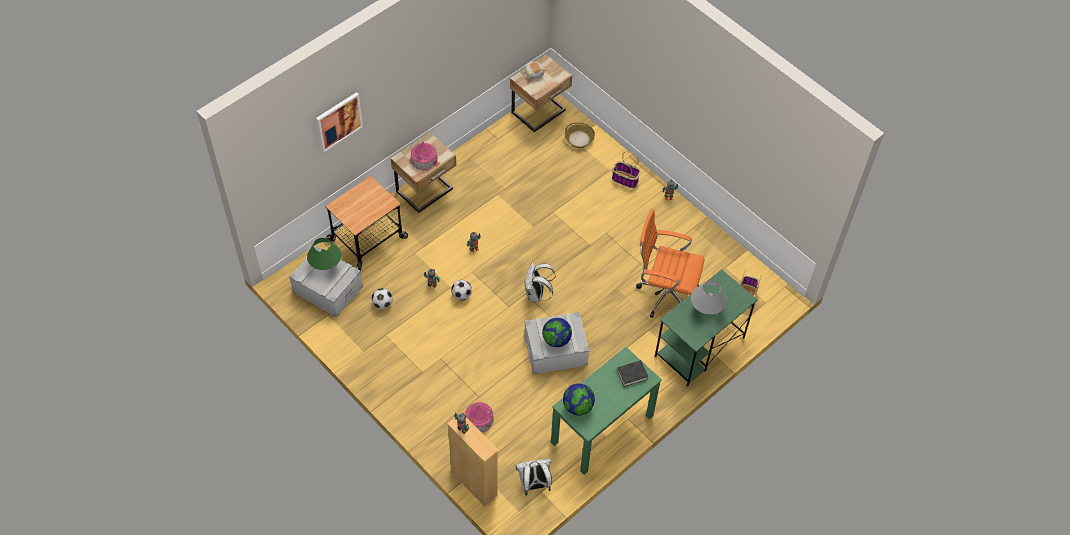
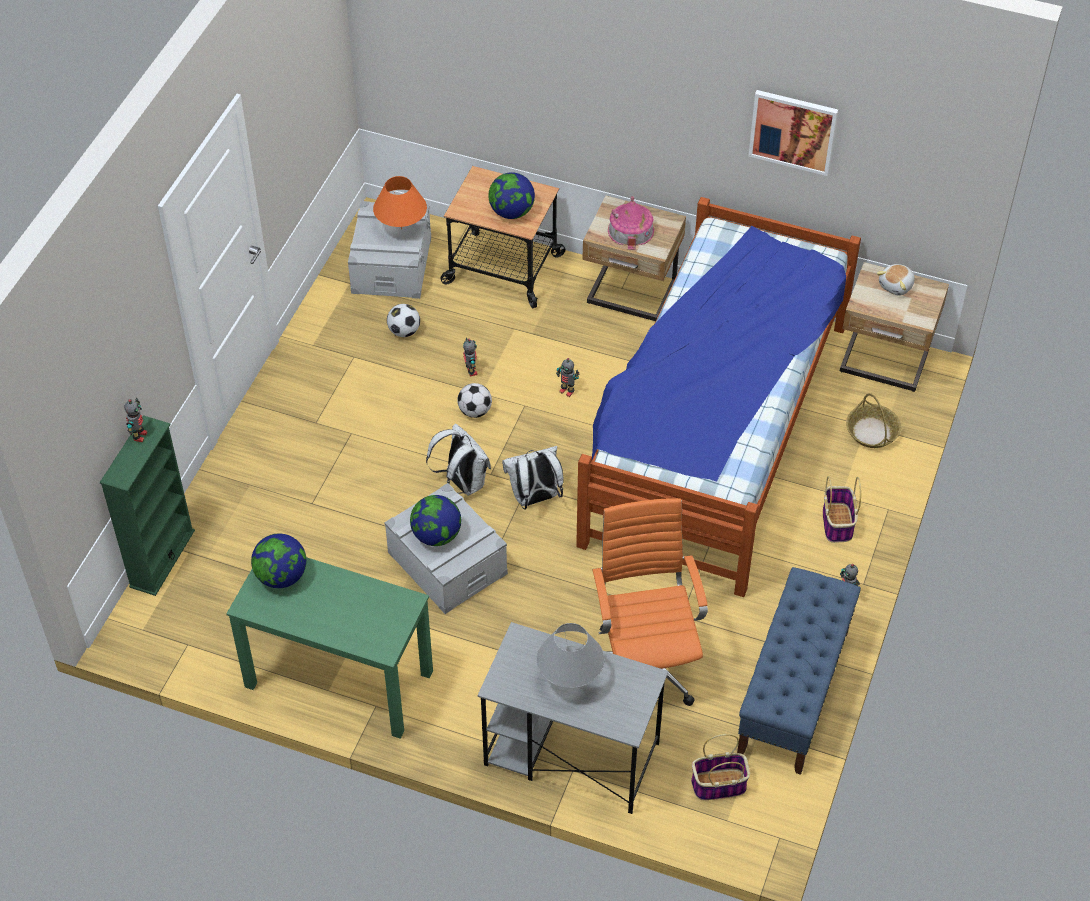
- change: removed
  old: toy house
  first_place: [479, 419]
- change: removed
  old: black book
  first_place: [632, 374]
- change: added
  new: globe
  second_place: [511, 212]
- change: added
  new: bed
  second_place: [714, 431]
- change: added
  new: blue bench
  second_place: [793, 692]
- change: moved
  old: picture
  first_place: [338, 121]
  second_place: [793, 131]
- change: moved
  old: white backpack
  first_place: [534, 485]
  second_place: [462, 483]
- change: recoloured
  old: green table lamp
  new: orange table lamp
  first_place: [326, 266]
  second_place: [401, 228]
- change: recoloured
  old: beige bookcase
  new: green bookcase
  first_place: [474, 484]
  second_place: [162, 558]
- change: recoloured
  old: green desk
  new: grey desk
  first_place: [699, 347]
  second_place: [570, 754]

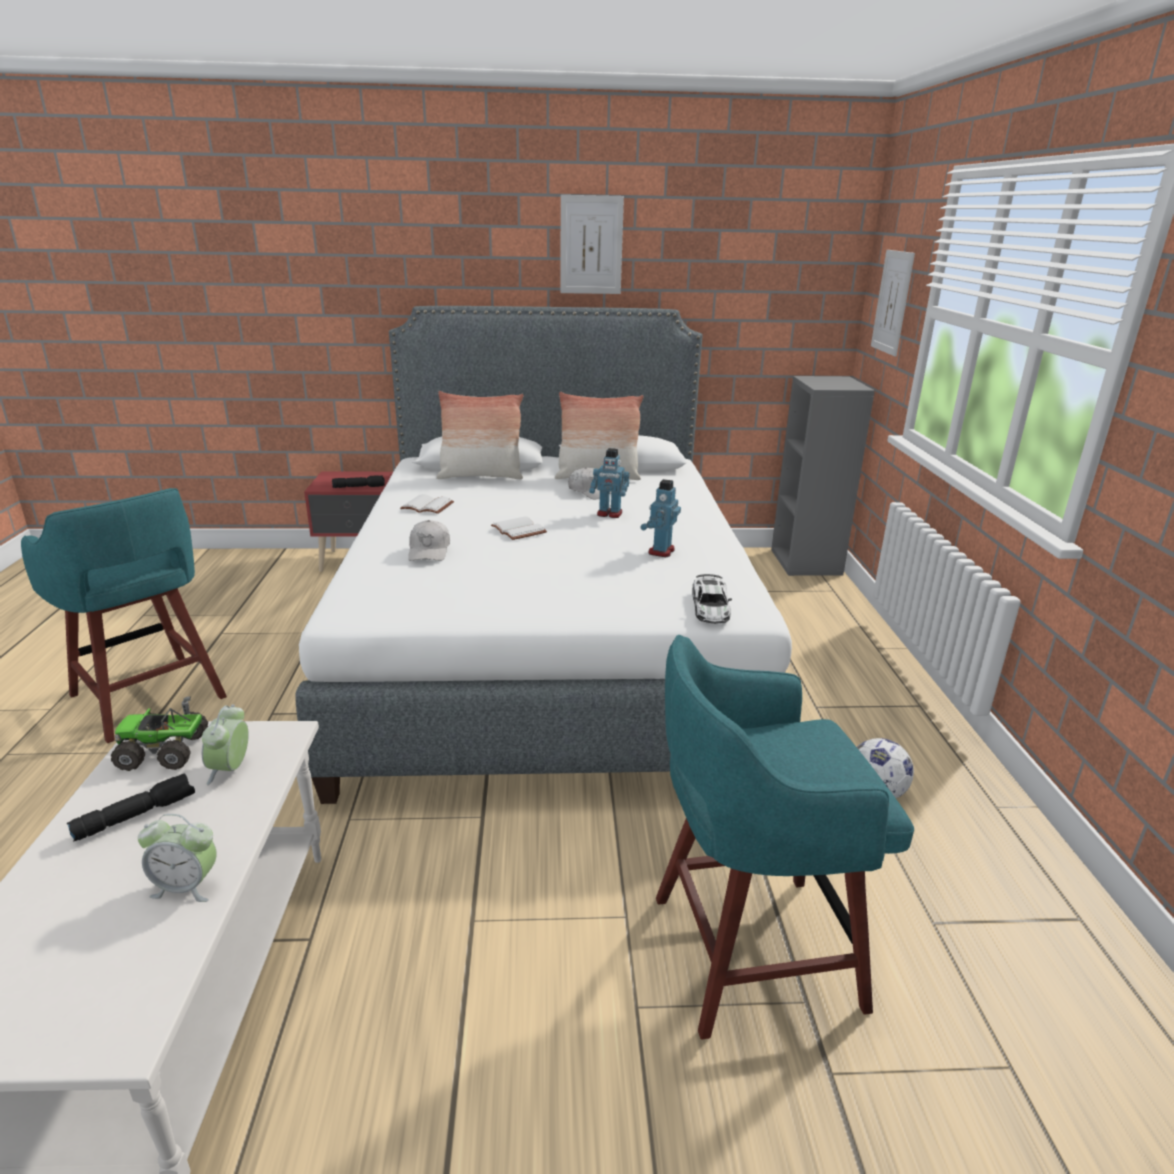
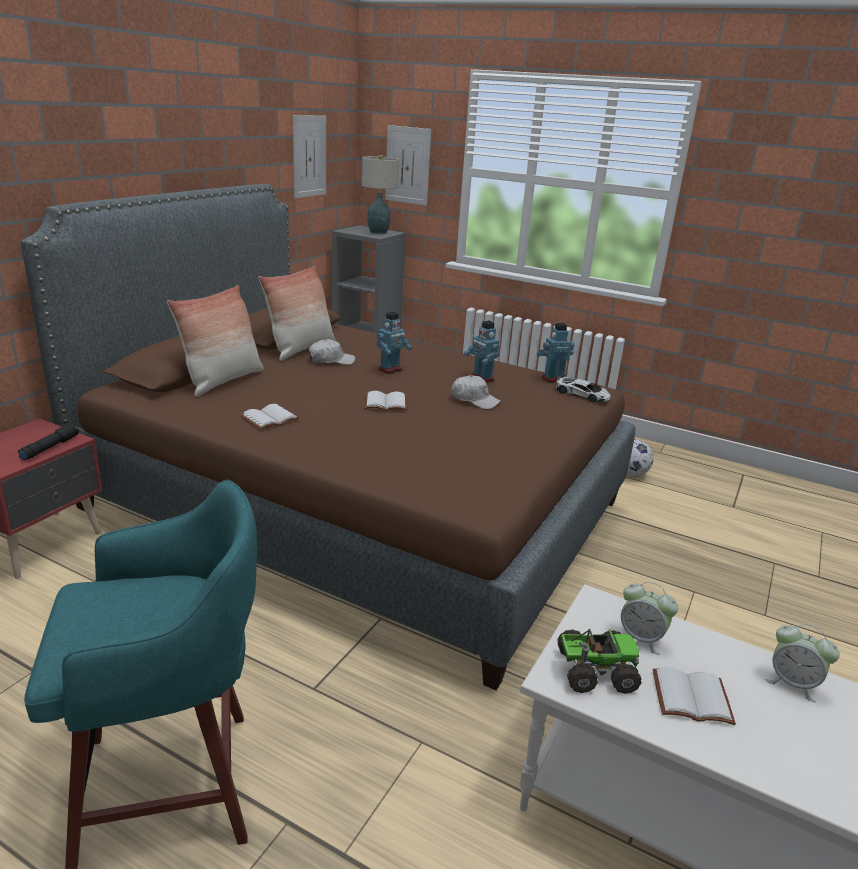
- change: removed
  old: turquoise stool
  first_place: [748, 952]
- change: added
  new: table lamp
  second_place: [377, 232]
- change: added
  new: toy robot
  second_place: [552, 379]
- change: moved
  old: white cap
  first_place: [429, 551]
  second_place: [474, 400]
- change: moved
  old: picture
  first_place: [591, 245]
  second_place: [309, 156]
- change: replaced
  old: black flashlight
  new: white book
  first_place: [136, 815]
  second_place: [690, 699]
- change: recoloured
  old: white bed
  new: brown bed
  first_place: [547, 642]
  second_place: [356, 504]
- change: turned
  old: toy truck
  first_place: [165, 752]
  second_place: [594, 670]
  degrees: -120
- change: turned
  old: alarm clock
  first_place: [187, 886]
  second_place: [792, 683]
  degrees: 90

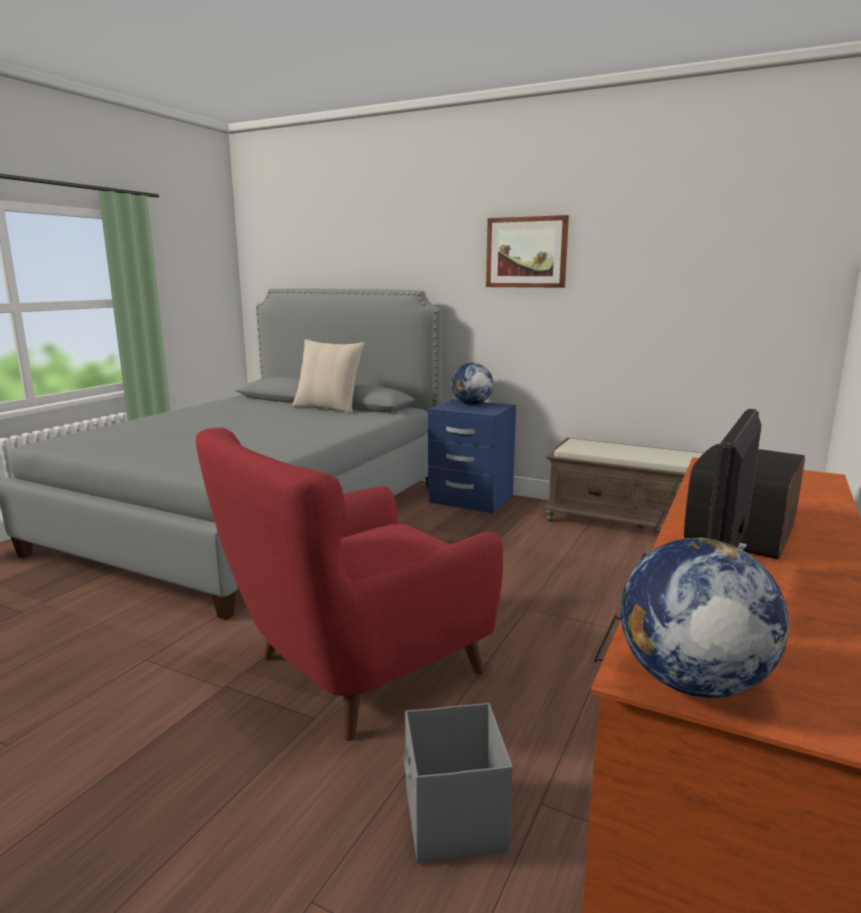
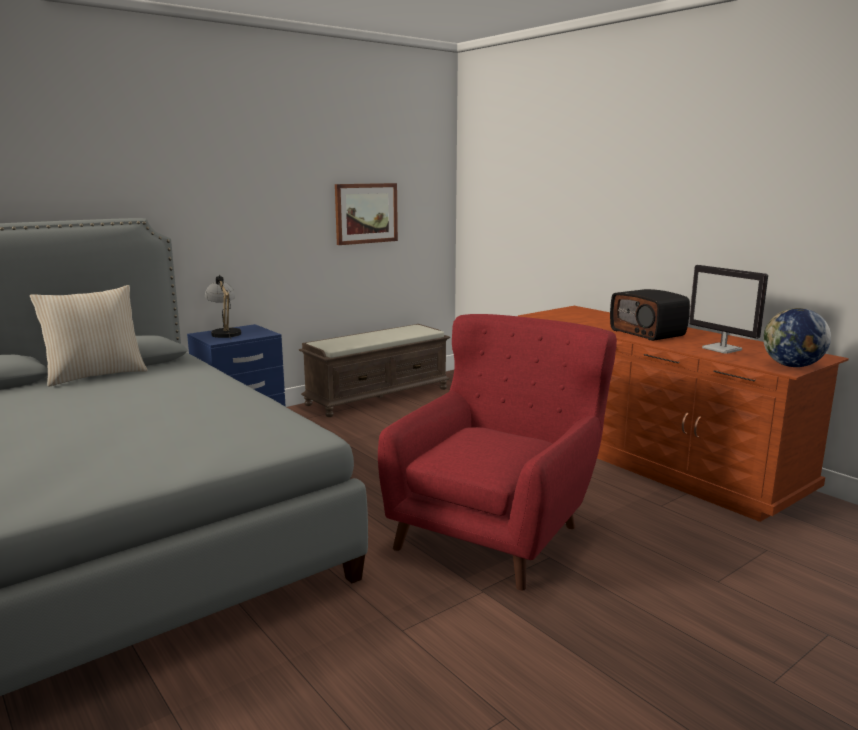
- change: removed
  old: grey storage box
  first_place: [454, 821]
- change: moved
  old: picture
  first_place: [526, 252]
  second_place: [366, 213]
- change: replaced
  old: globe
  new: table lamp
  first_place: [471, 404]
  second_place: [224, 332]
- change: turned
  old: red armchair
  first_place: [355, 668]
  second_place: [495, 532]
  degrees: -135

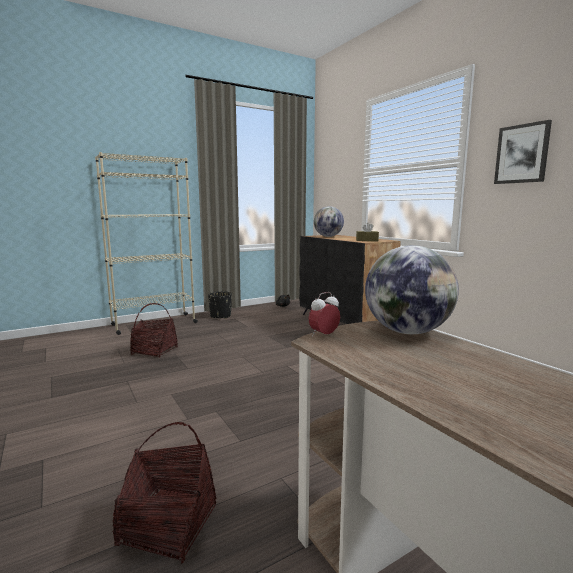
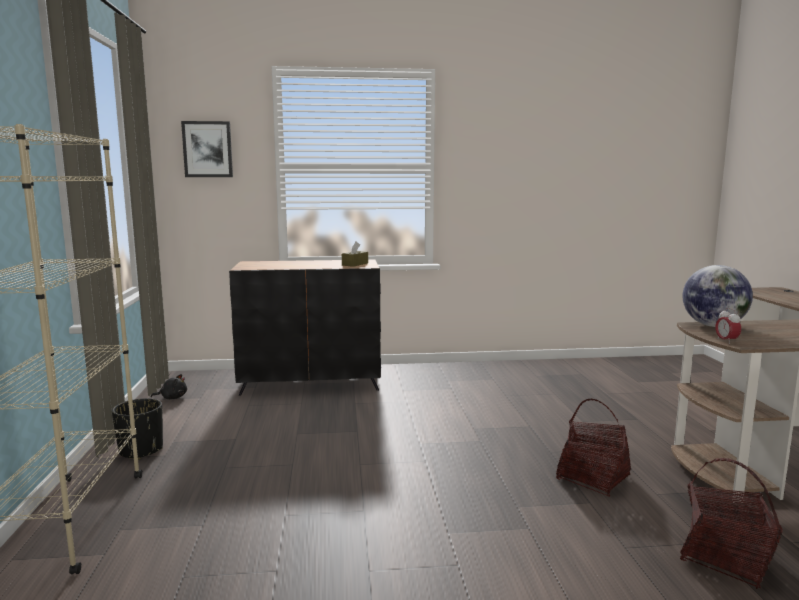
- change: removed
  old: globe
  first_place: [328, 236]
- change: moved
  old: basket
  first_place: [155, 351]
  second_place: [593, 477]
- change: moved
  old: picture
  first_place: [522, 154]
  second_place: [207, 149]

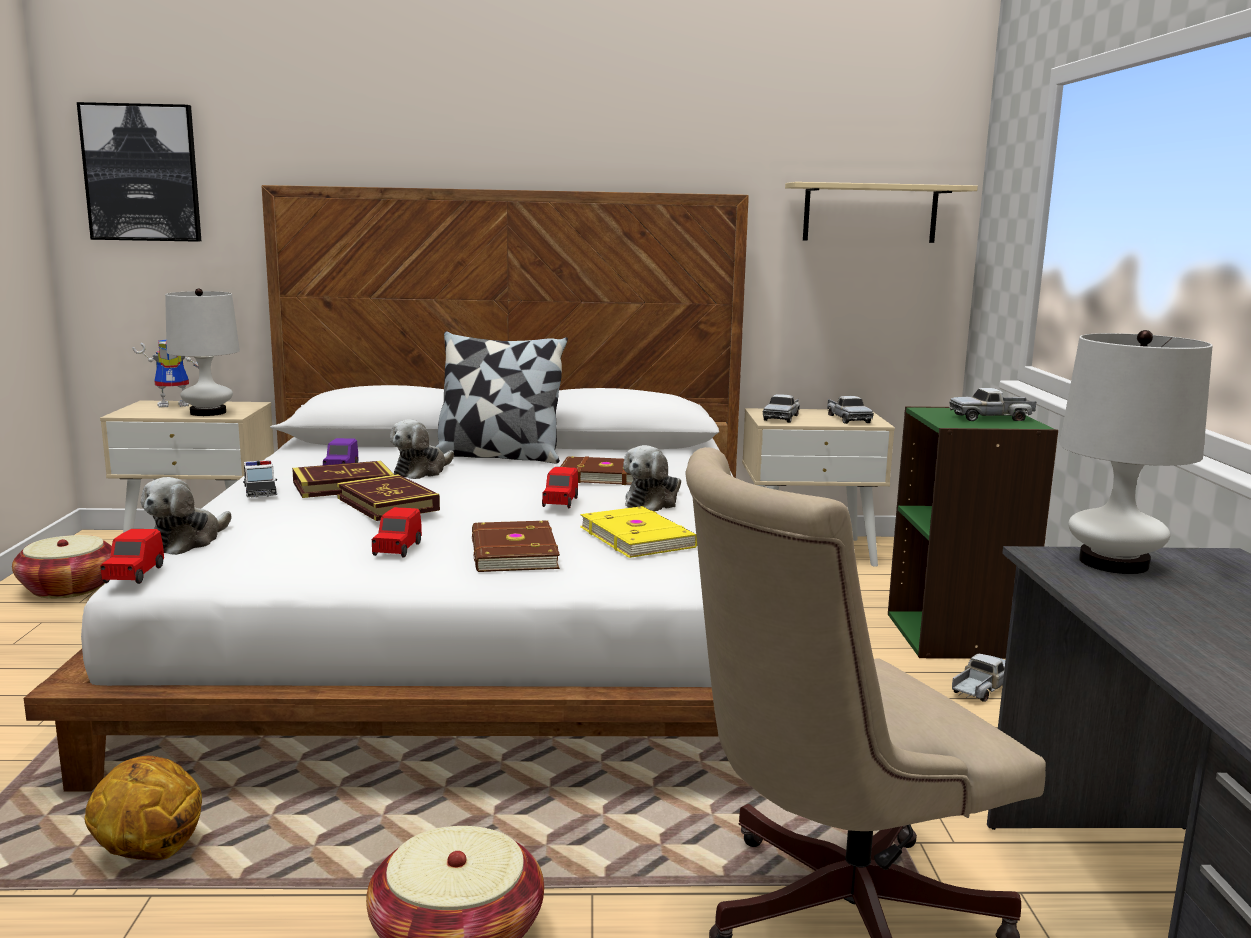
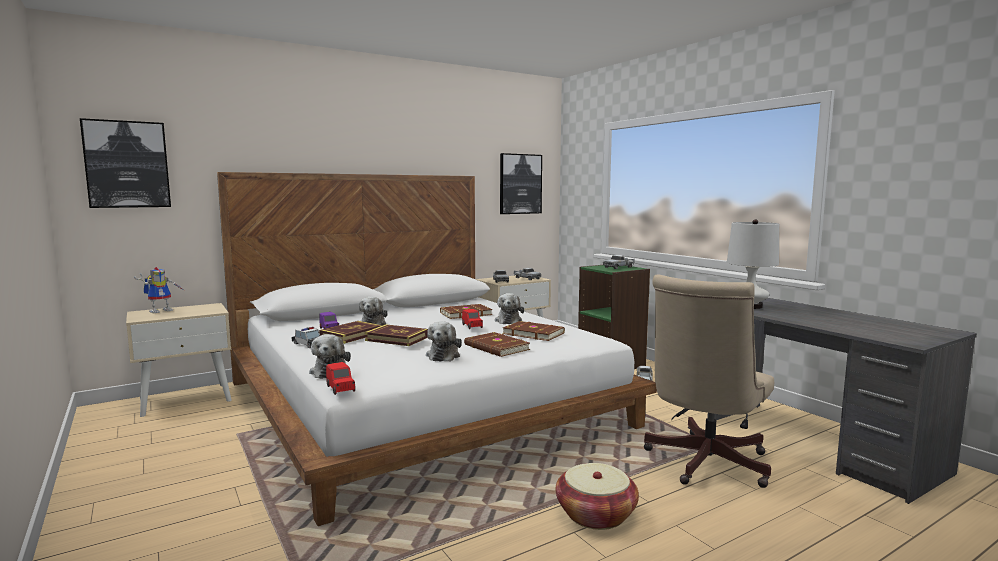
- change: removed
  old: basket
  first_place: [68, 588]
- change: removed
  old: basketball
  first_place: [148, 853]
- change: removed
  old: white table lamp
  first_place: [208, 412]
- change: removed
  old: pillow
  first_place: [498, 456]
- change: replaced
  old: red toy car
  new: plush toy
  first_place: [397, 549]
  second_place: [444, 355]
- change: replaced
  old: beige shelf
  new: picture
  first_place: [870, 213]
  second_place: [520, 184]
- change: recoloured
  old: yellow book
  new: brown book
  first_place: [638, 537]
  second_place: [533, 333]

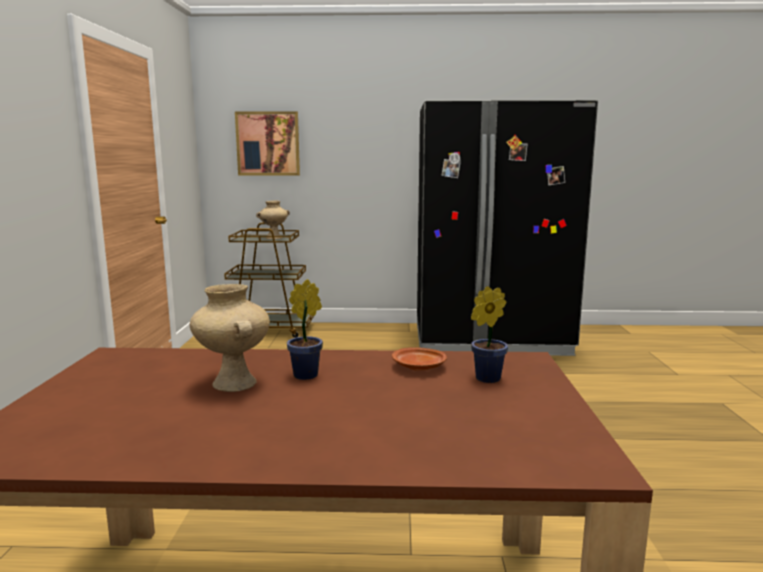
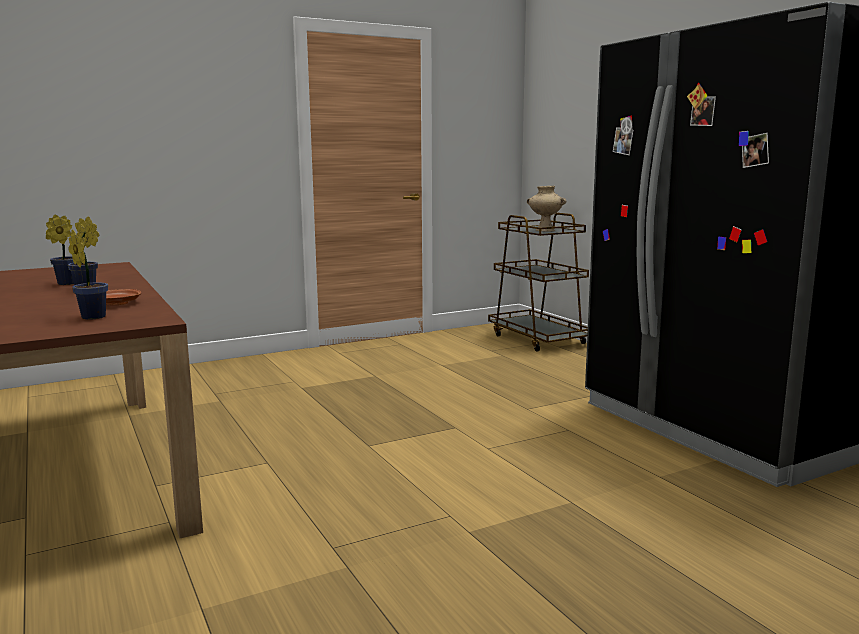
- change: removed
  old: picture
  first_place: [268, 143]
- change: replaced
  old: beige vase
  new: potted plant
  first_place: [233, 383]
  second_place: [65, 284]

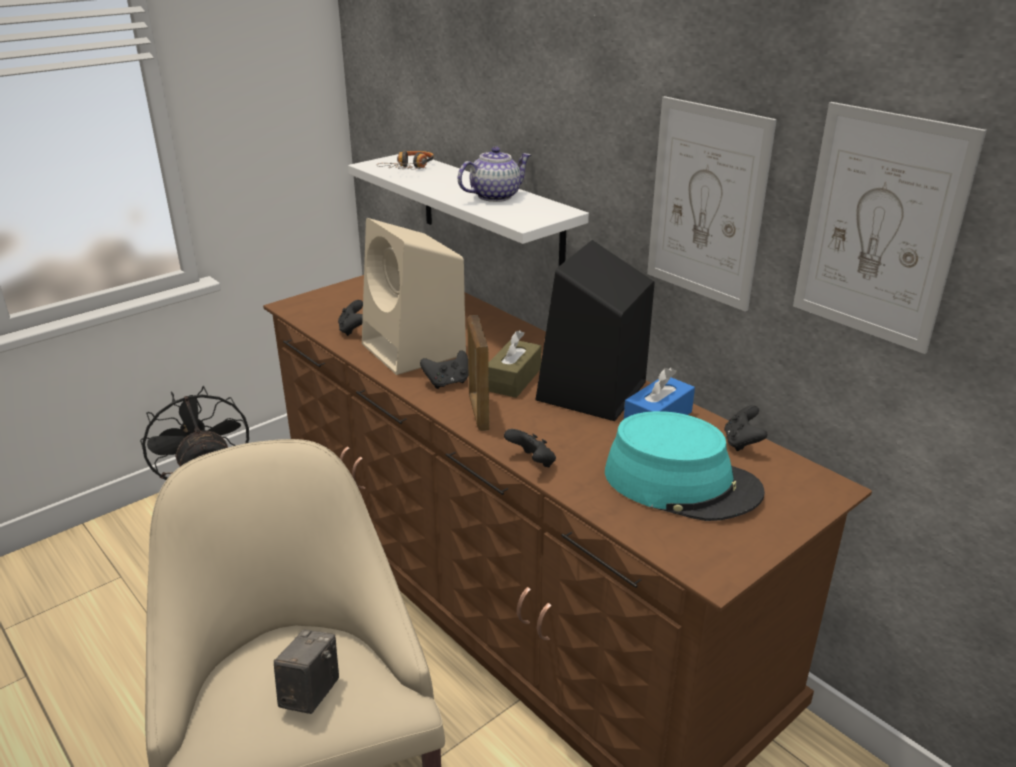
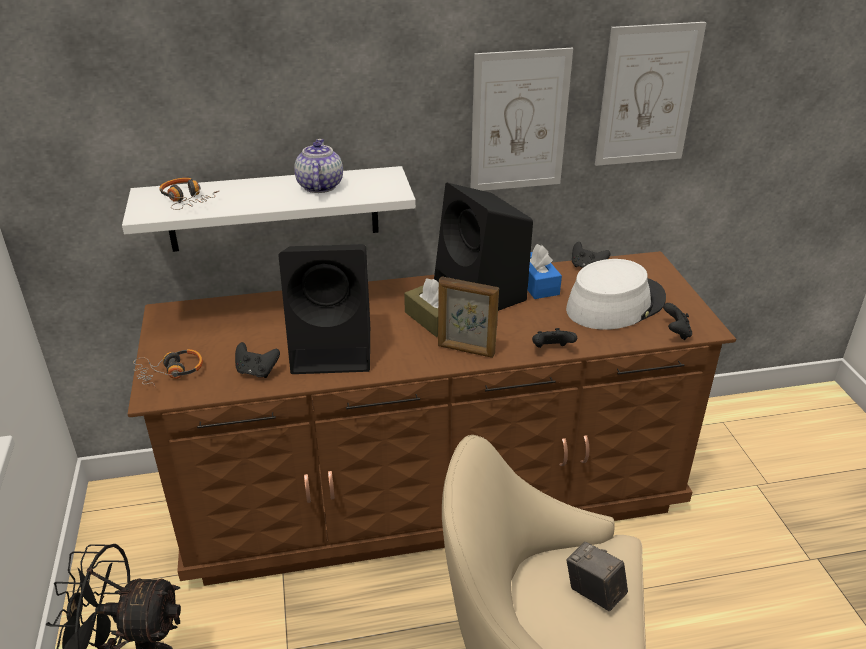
- change: added
  new: headphones
  second_place: [170, 373]
- change: moved
  old: black game controller
  first_place: [447, 382]
  second_place: [676, 332]
- change: recoloured
  old: beige speaker
  new: black speaker
  first_place: [415, 350]
  second_place: [334, 349]
- change: recoloured
  old: turquoise hat
  new: white hat
  first_place: [681, 483]
  second_place: [615, 304]

